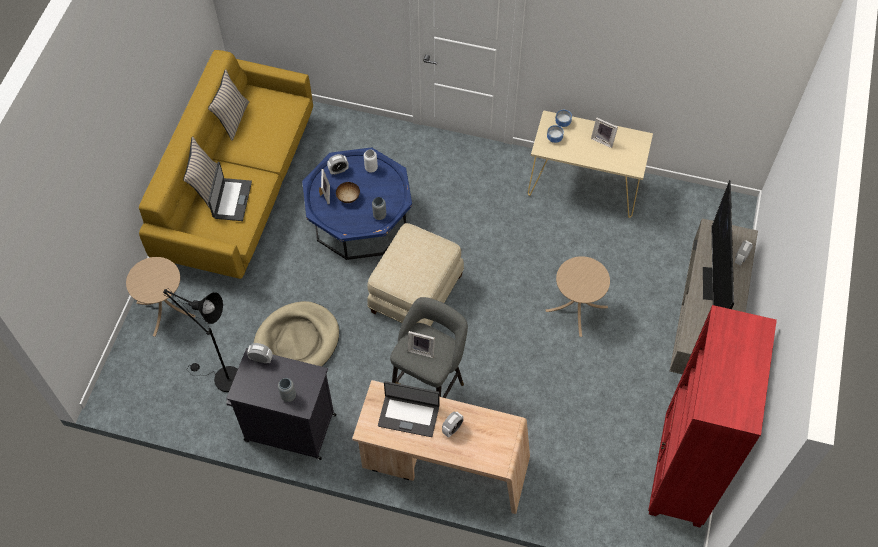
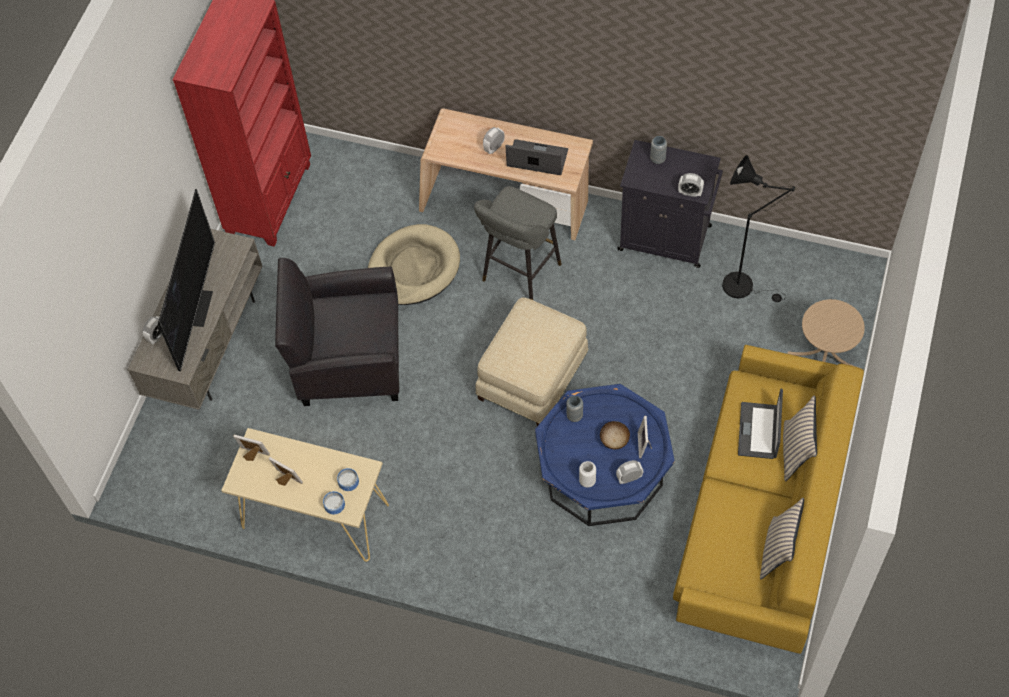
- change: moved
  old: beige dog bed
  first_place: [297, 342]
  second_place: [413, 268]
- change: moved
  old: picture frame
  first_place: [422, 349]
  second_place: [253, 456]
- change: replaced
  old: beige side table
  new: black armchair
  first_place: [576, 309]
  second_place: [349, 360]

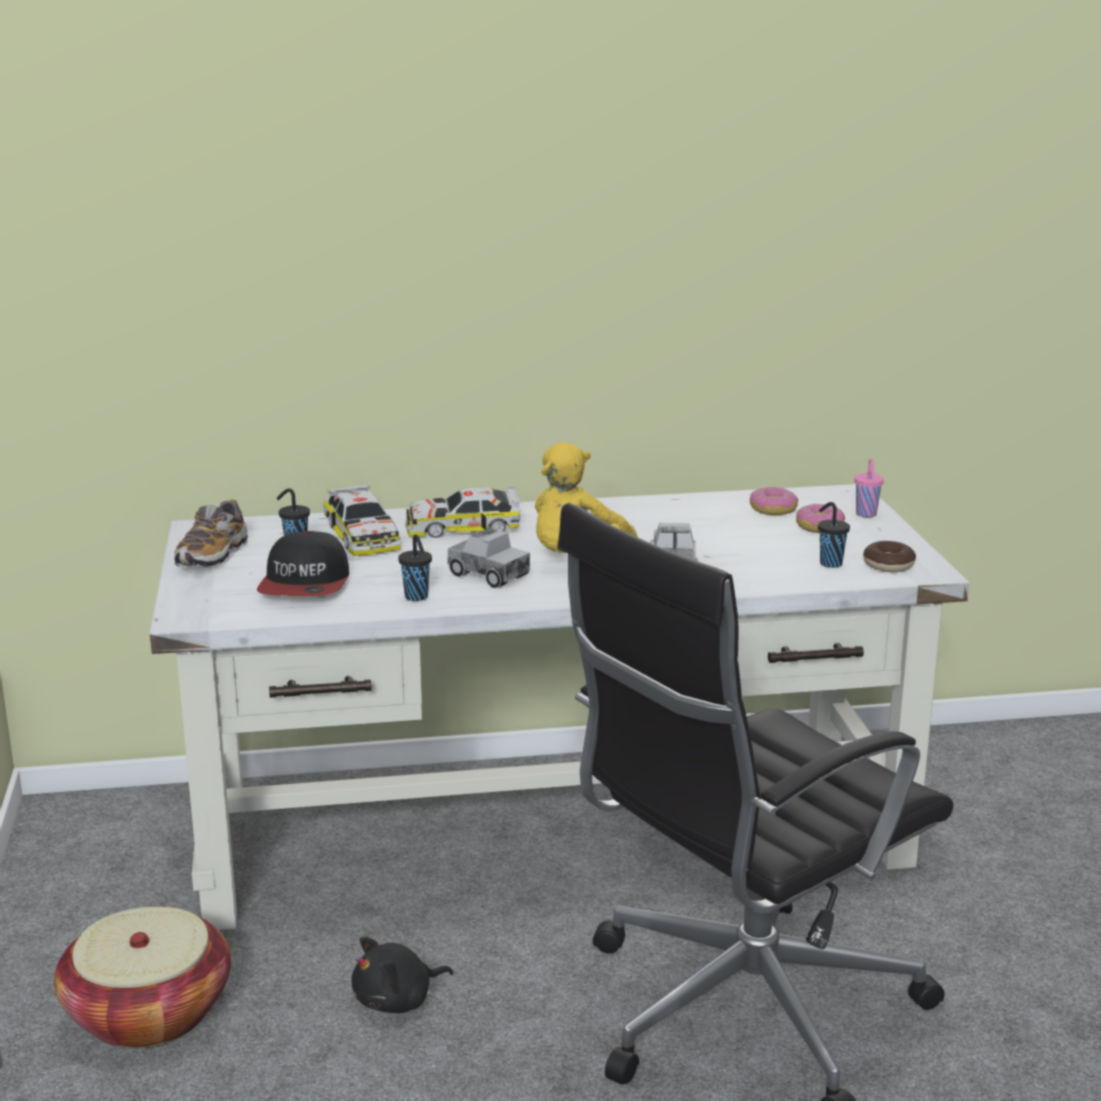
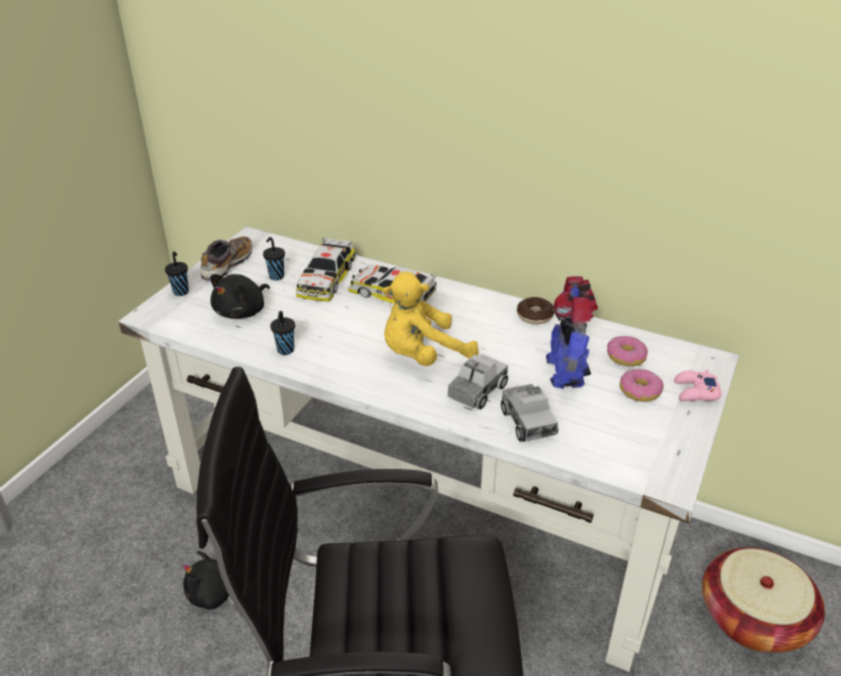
- change: added
  new: toy robot
  second_place: [566, 371]
- change: moved
  old: basket
  first_place: [149, 1013]
  second_place: [753, 618]
- change: moved
  old: toy truck
  first_place: [488, 575]
  second_place: [527, 422]
- change: moved
  old: black cup
  first_place: [829, 563]
  second_place: [181, 291]
- change: moved
  old: donut
  first_place: [888, 565]
  second_place: [535, 316]
- change: replaced
  old: cap
  new: black plush toy
  first_place: [306, 584]
  second_place: [242, 311]
- change: replaced
  old: pink cup
  new: pink game controller
  first_place: [866, 514]
  second_place: [695, 392]
- change: turned
  old: shoe
  first_place: [213, 556]
  second_place: [227, 266]
  degrees: 150

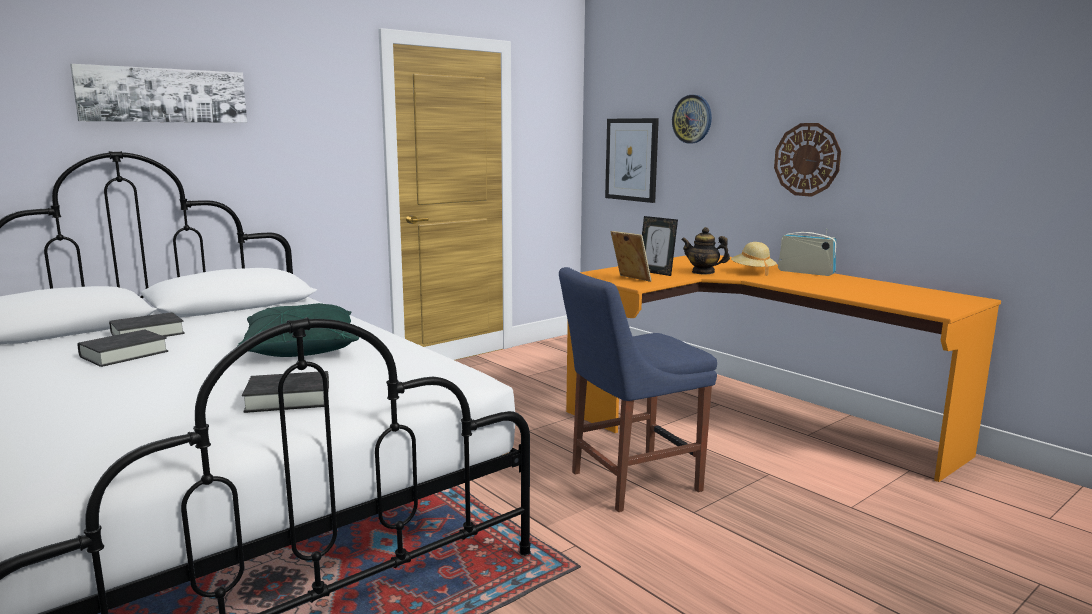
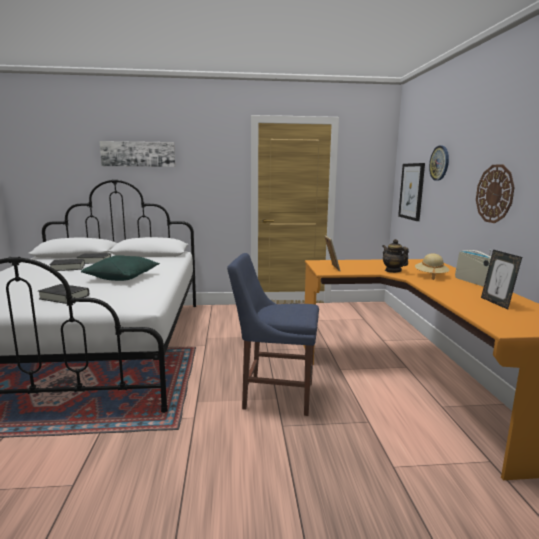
- change: moved
  old: picture frame
  first_place: [656, 272]
  second_place: [496, 303]

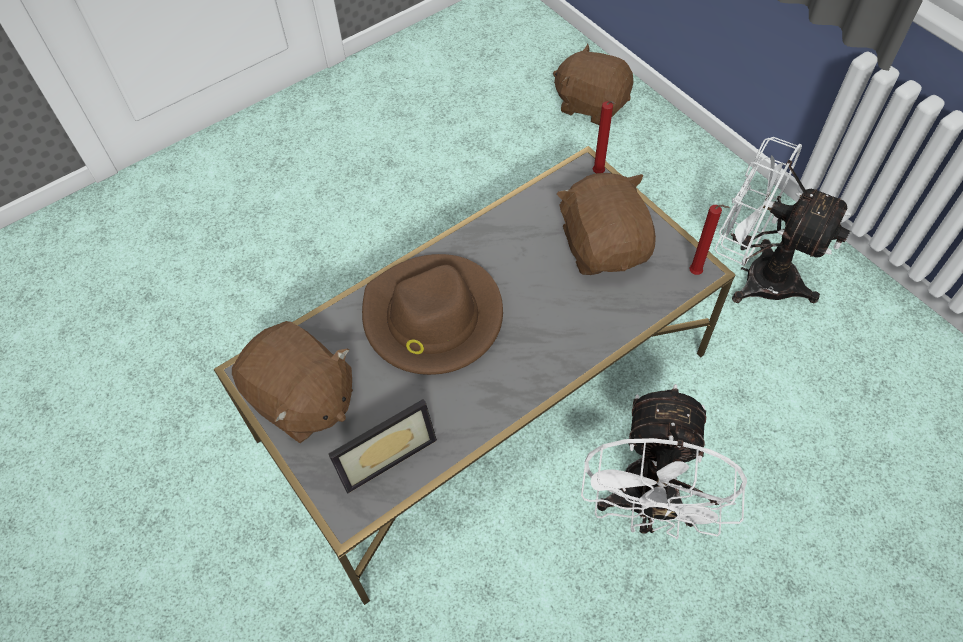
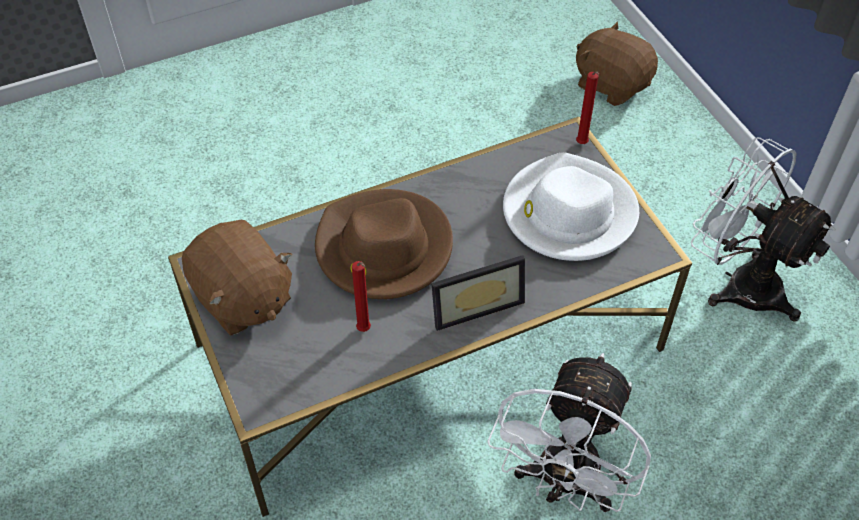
- change: moved
  old: picture frame
  first_place: [383, 452]
  second_place: [474, 303]
- change: moved
  old: red candle
  first_place: [697, 274]
  second_place: [365, 331]
- change: replaced
  old: brown plush toy
  new: white hat
  first_place: [604, 246]
  second_place: [568, 213]

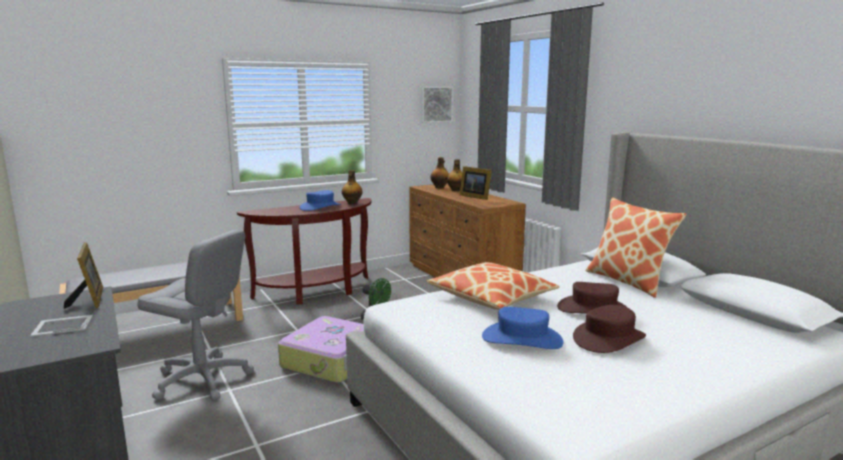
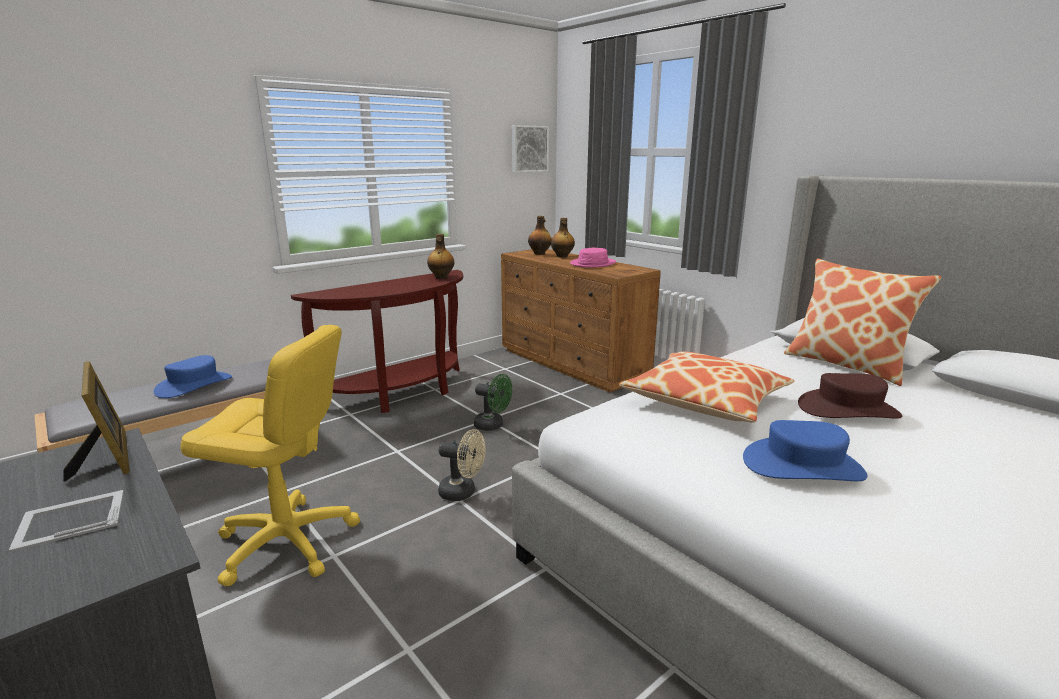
- change: removed
  old: brown hat
  first_place: [608, 338]
- change: moved
  old: blue hat
  first_place: [320, 207]
  second_place: [194, 385]
- change: replaced
  old: suitcase
  new: beige fan
  first_place: [332, 360]
  second_place: [463, 492]
- change: replaced
  old: picture frame
  new: pink hat
  first_place: [475, 197]
  second_place: [593, 263]
- change: recoloured
  old: grey office chair
  new: yellow office chair
  first_place: [202, 379]
  second_place: [286, 542]

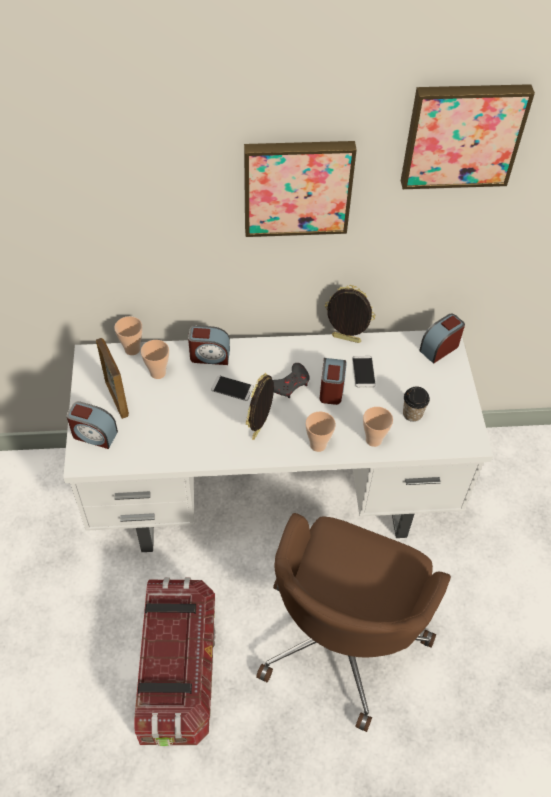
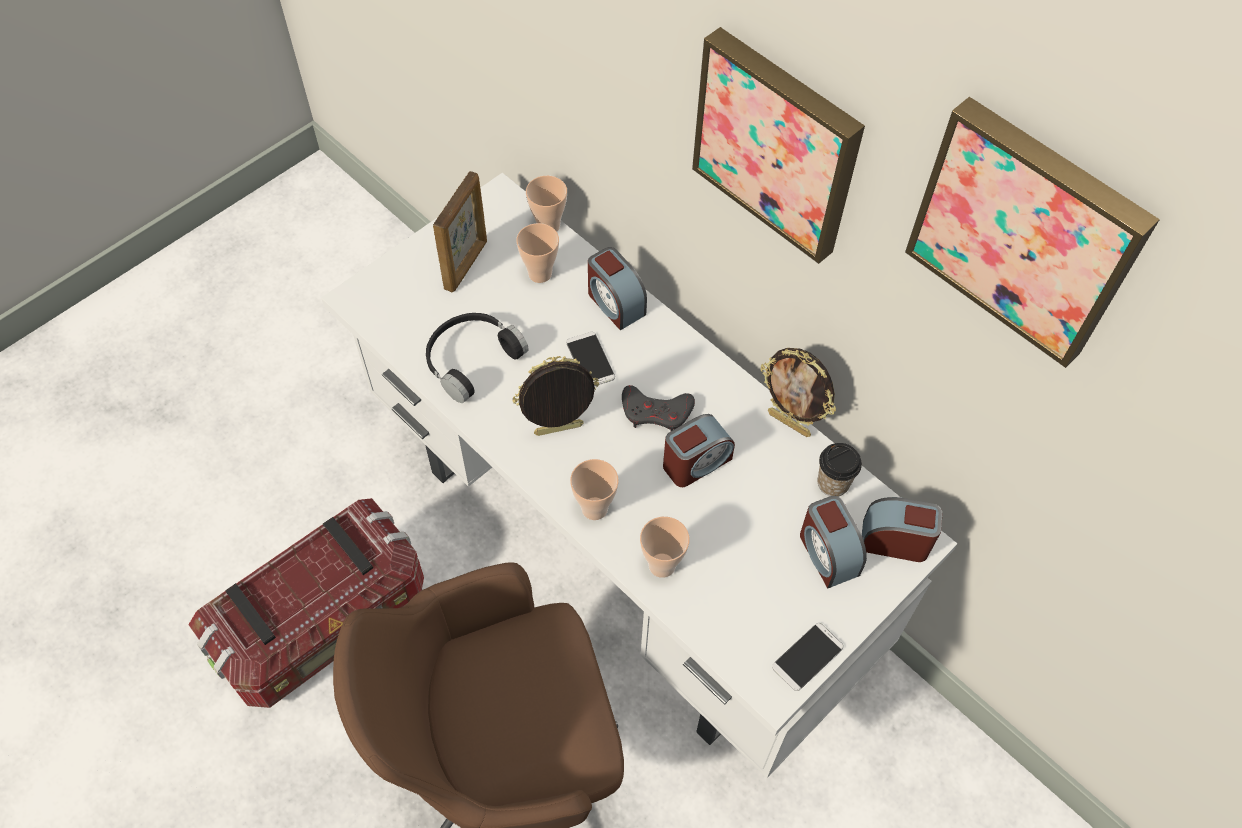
- change: added
  new: black headphones
  second_place: [470, 359]
- change: moved
  old: alarm clock
  first_place: [94, 435]
  second_place: [827, 553]
- change: moved
  old: phone
  first_place: [363, 372]
  second_place: [807, 657]
- change: moved
  old: cup
  first_place: [412, 414]
  second_place: [833, 483]
- change: turned
  old: picture frame
  first_place: [345, 340]
  second_place: [790, 423]
  degrees: 150

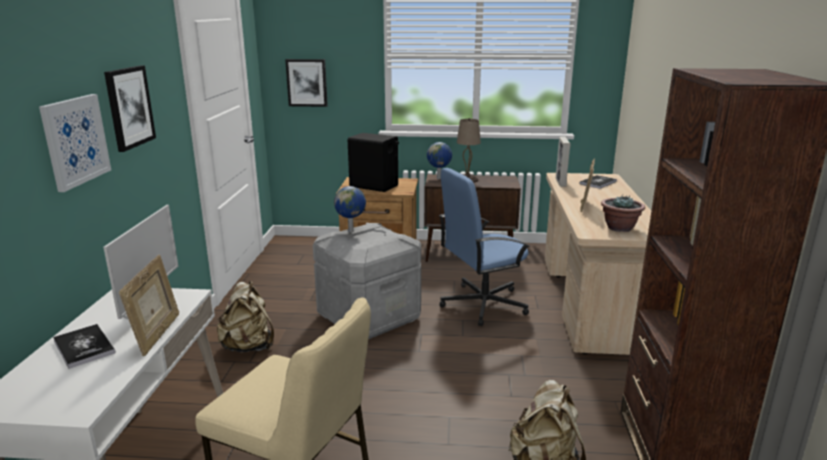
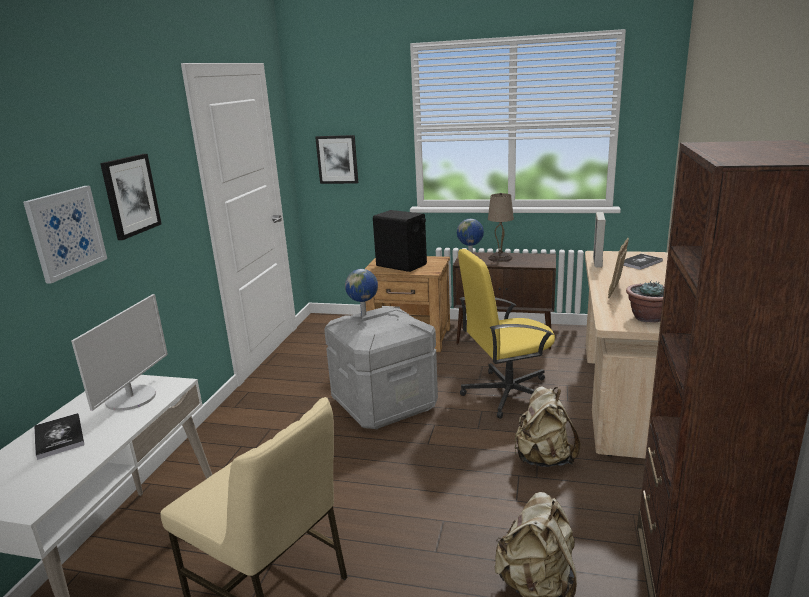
- change: removed
  old: picture frame
  first_place: [157, 335]
- change: moved
  old: beige backpack
  first_place: [248, 346]
  second_place: [543, 459]
- change: recoloured
  old: blue office chair
  new: yellow office chair
  first_place: [482, 304]
  second_place: [506, 393]

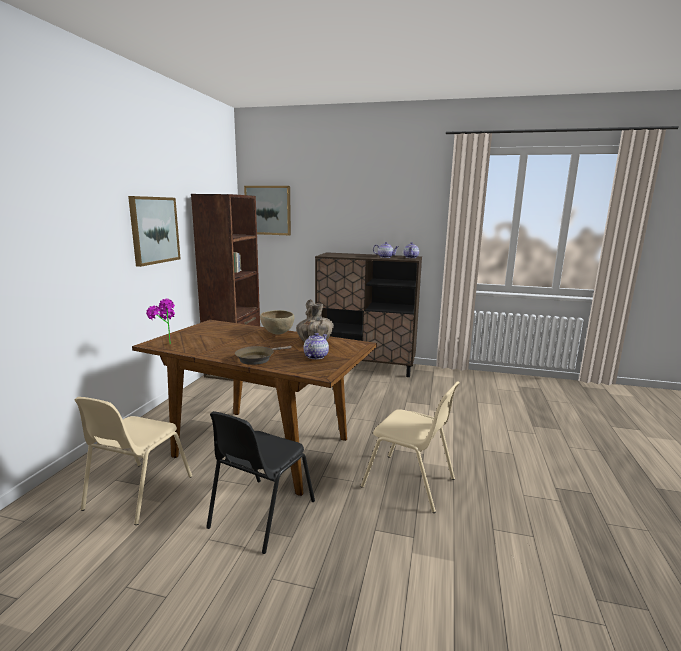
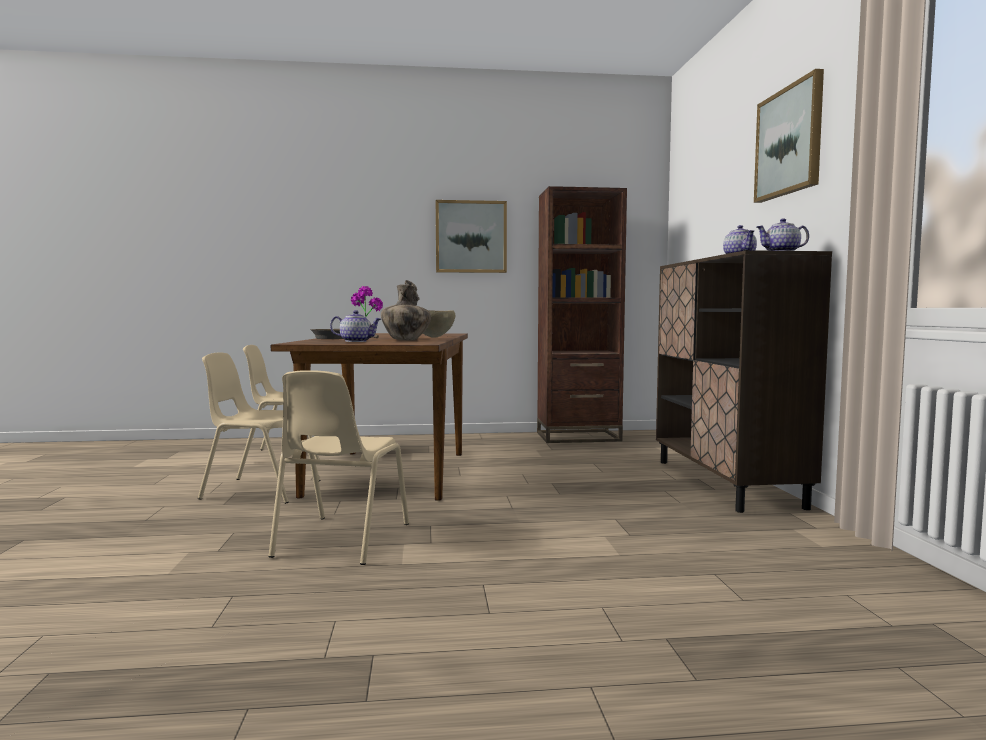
- change: moved
  old: picture
  first_place: [268, 210]
  second_place: [789, 141]
- change: recoloured
  old: black chair
  new: beige chair
  first_place: [260, 514]
  second_place: [260, 490]

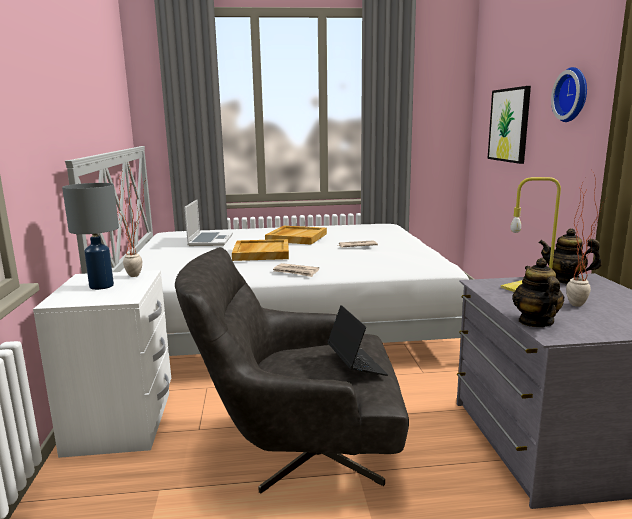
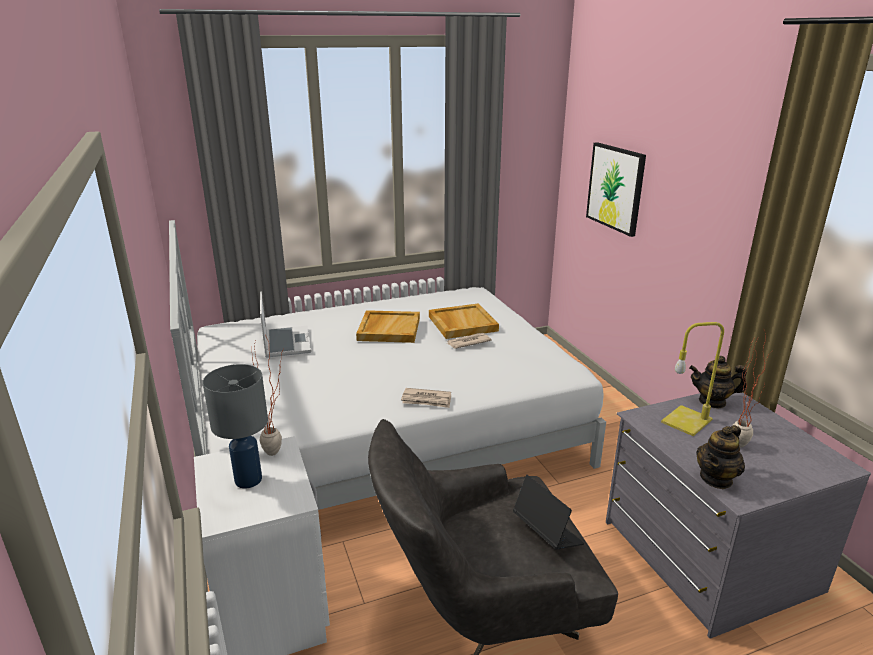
- change: removed
  old: wall clock
  first_place: [573, 95]
- change: moved
  old: beige tray
  first_place: [261, 252]
  second_place: [462, 323]
- change: turned
  old: teapot
  first_place: [535, 322]
  second_place: [716, 479]
  degrees: -120

